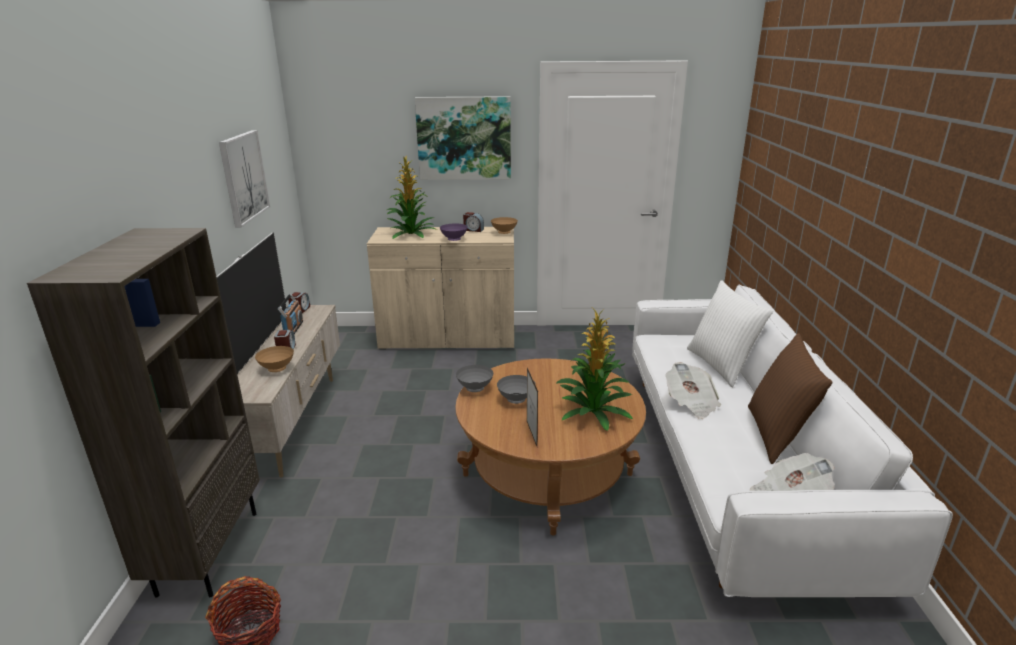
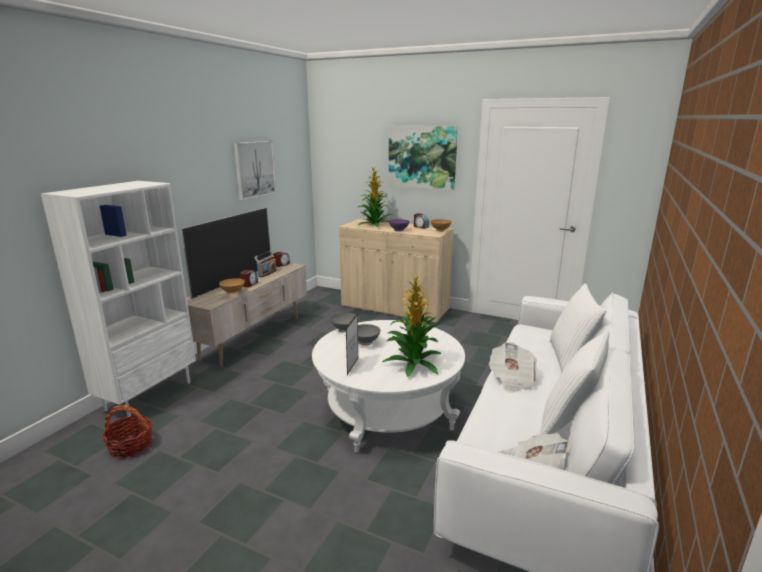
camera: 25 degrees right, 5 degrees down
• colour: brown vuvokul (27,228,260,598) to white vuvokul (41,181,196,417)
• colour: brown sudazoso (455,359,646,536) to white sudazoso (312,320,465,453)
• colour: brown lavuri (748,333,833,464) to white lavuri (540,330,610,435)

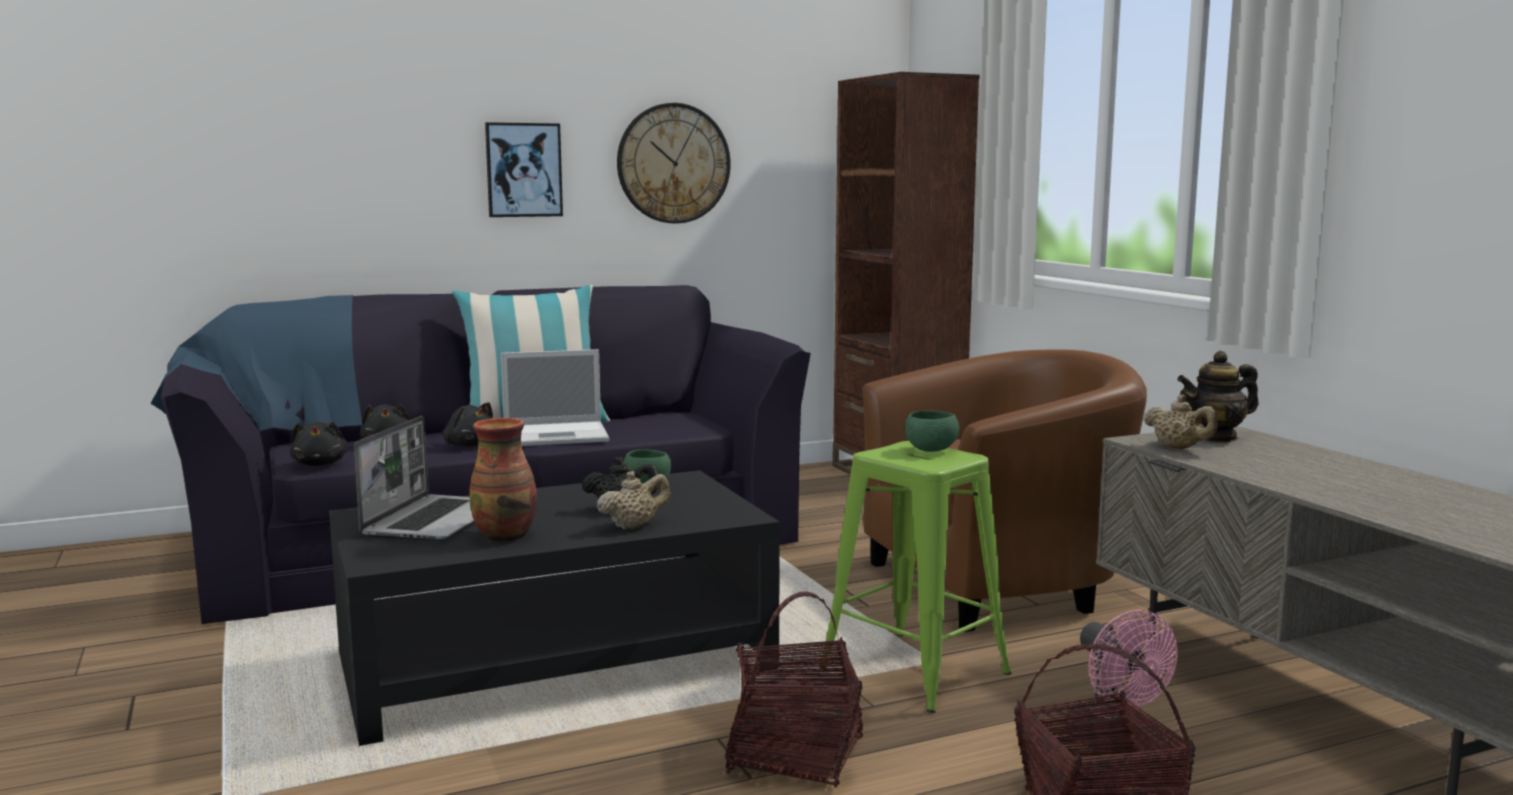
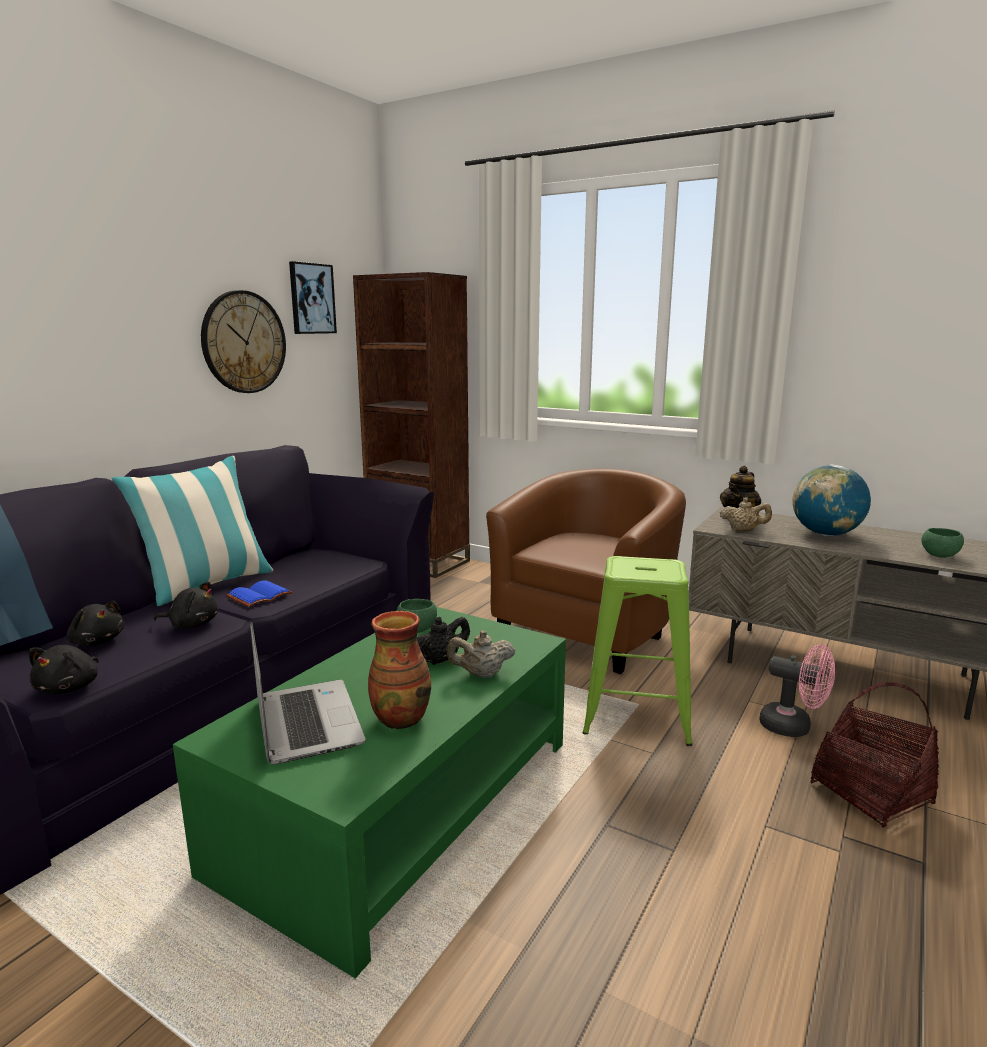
camera: 35 degrees left, 5 degrees up
• missing: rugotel (725,592,863,788)
• appeared: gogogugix (792,465,871,536)
• relocated: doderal (485,122,563,217) to (289,261,337,334)
• relocated: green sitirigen (905,410,959,452) to (921,528,964,558)
• exchanged: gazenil (501,349,609,446) to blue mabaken (226,580,292,607)
• colour: black sudazoso (329,470,780,746) to green sudazoso (173,607,566,979)
• spun: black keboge (290,421,348,466) = (29,645,99,694) 60 degrees clockwise
• spun: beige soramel (597,471,671,529) = (447,630,516,678) 120 degrees counterclockwise

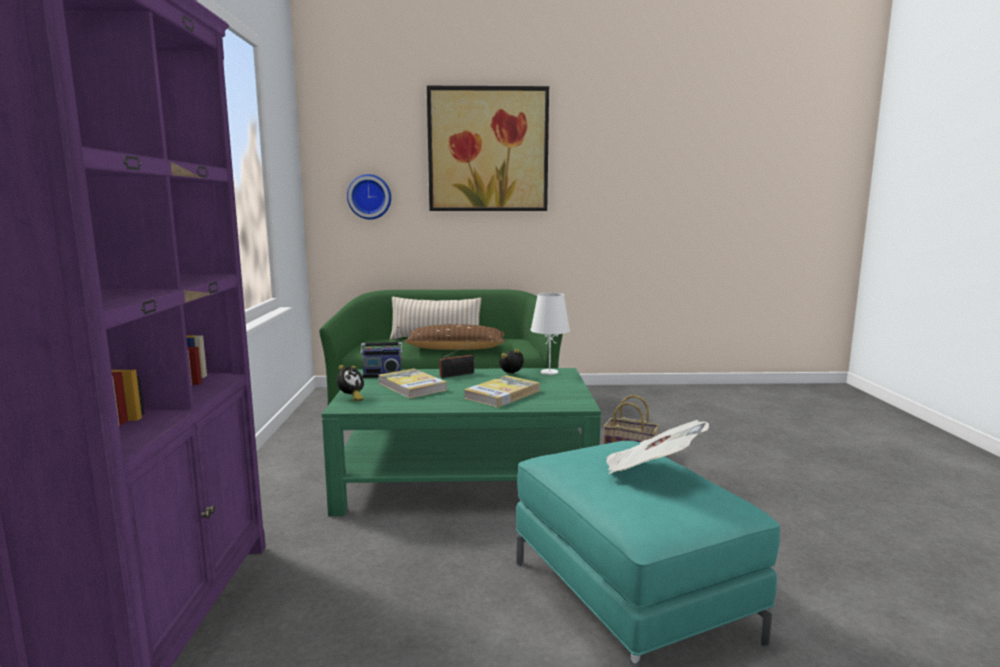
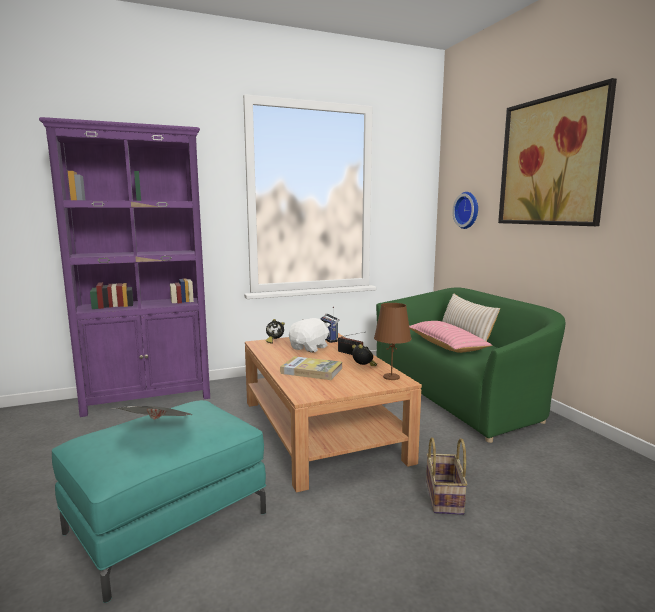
camera: 70 degrees right, 0 degrees up
• exchanged: mabaken (378,369,447,399) to white keboge (289,318,330,353)
• colour: green sudazoso (322,368,601,516) to brown sudazoso (245,333,422,493)
• colour: brown lavuri (404,324,505,350) to pink lavuri (409,321,492,353)
• colour: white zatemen (530,293,570,375) to brown zatemen (374,303,412,380)

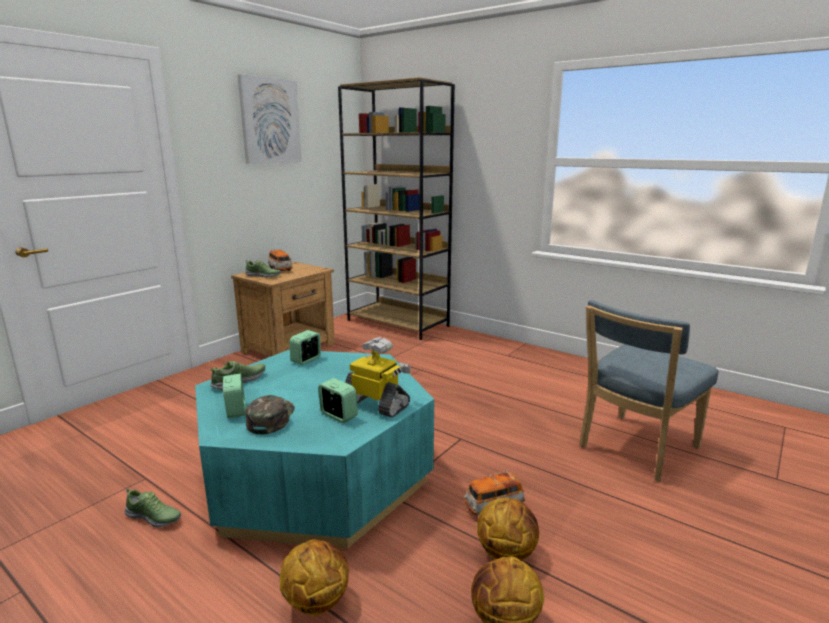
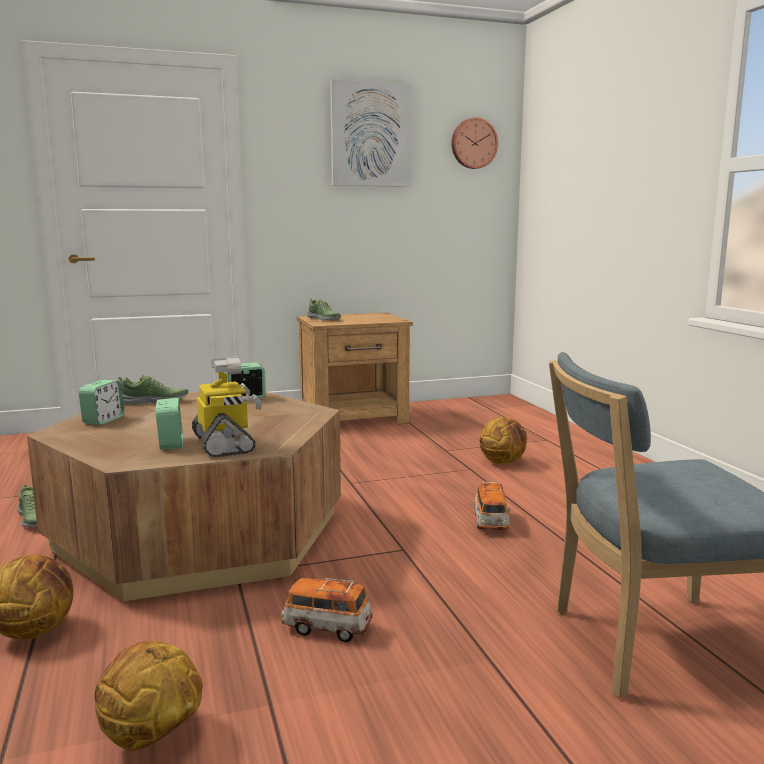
camera: 35 degrees right, 5 degrees down
• missing: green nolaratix (245,395,295,435)
• missing: brown vuvokul (338,77,455,340)
• appeared: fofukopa (452,117,498,169)
• relocated: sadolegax (268,249,293,271) to (474,481,511,530)
• relocated: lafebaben (477,498,539,560) to (479,417,527,464)
• colour: turquoise sudazoso (195,350,434,548) to brown sudazoso (27,392,341,601)

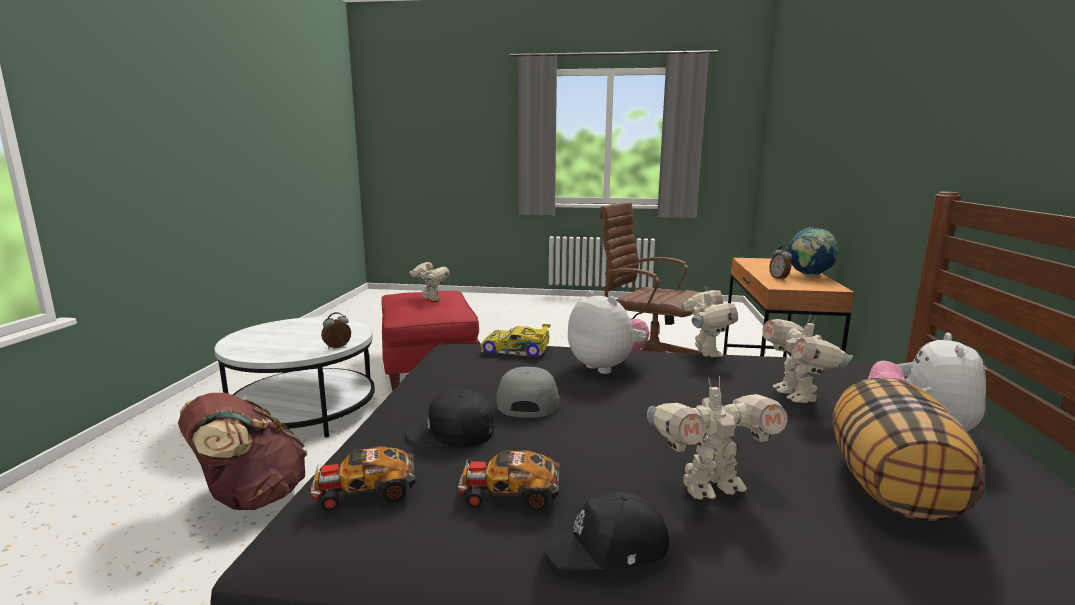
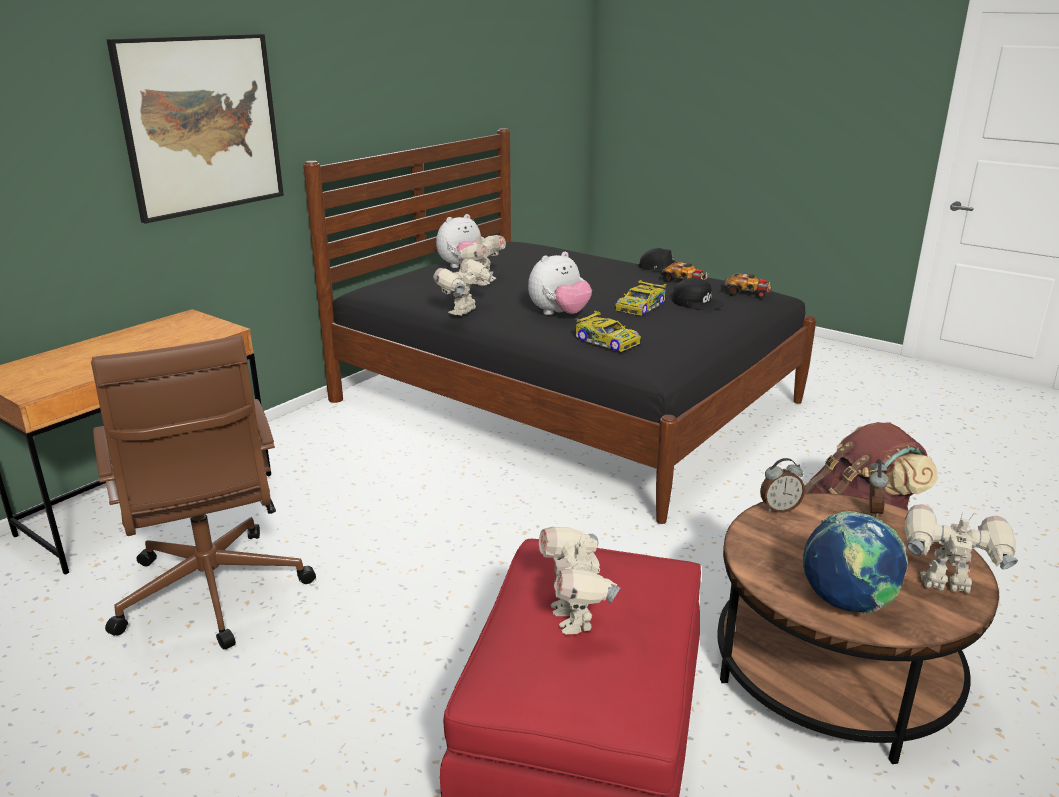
camera: 150 degrees left, 10 degrees up
• missing: lavuri (833,378,983,521)
• appeared: doderal (106,34,284,224)
• relocated: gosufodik (647,376,788,500) to (905,504,1018,594)
• relocated: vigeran (769,246,792,280) to (868,459,889,518)
• relocated: gogogugix (788,227,839,276) to (803,511,908,614)
• exchanged: grey nolaratix (497,367,559,418) to sadolegax (615,279,666,316)
• colour: white sudazoso (214,317,375,438) to brown sudazoso (717,493,999,764)
• spun: keboge (568,290,650,374) = (528,252,592,315) 120 degrees counterclockwise

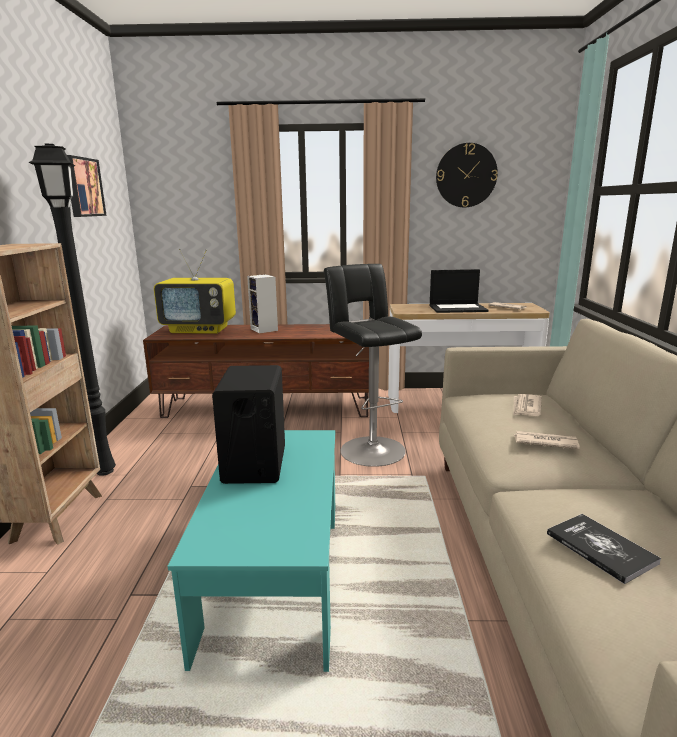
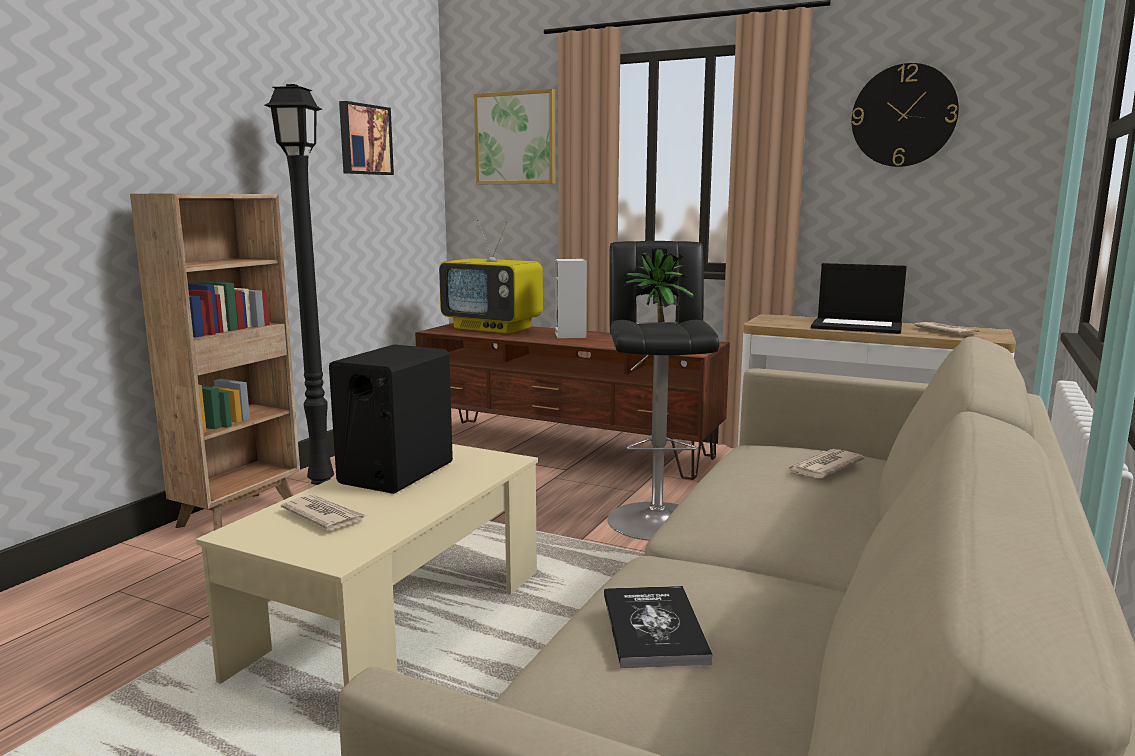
camera: 25 degrees right, 5 degrees down
• appeared: doderal (474,89,555,184)
• appeared: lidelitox (624,248,694,323)
• relocated: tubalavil (514,431,580,449) to (281,495,367,530)
• colour: turquoise sudazoso (168,430,335,672) to beige sudazoso (196,444,538,686)

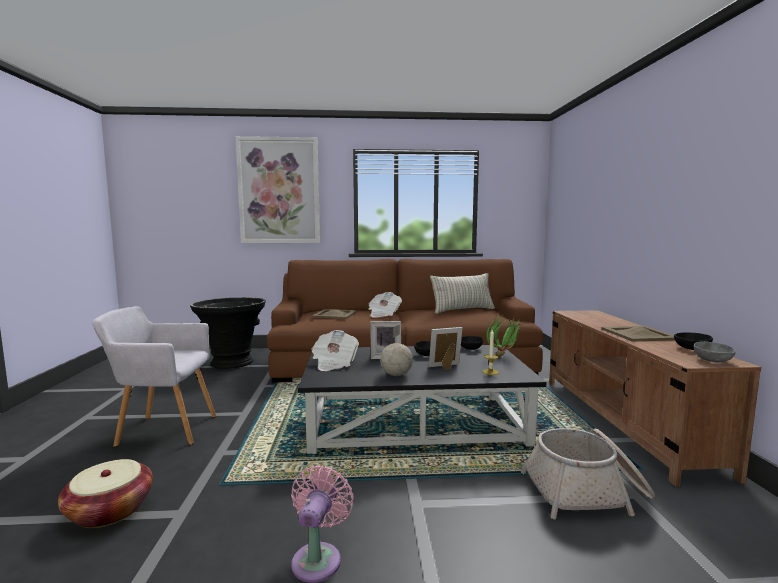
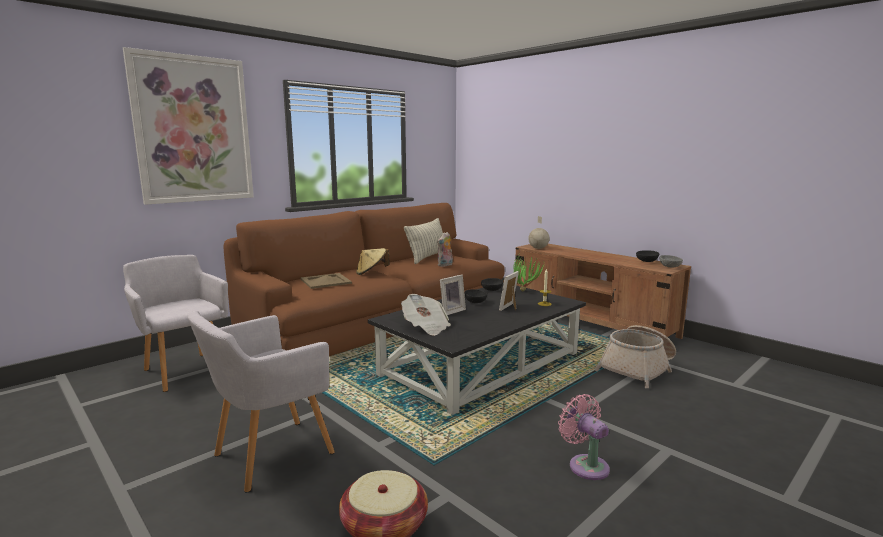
camera: 40 degrees left, 5 degrees up
• missing: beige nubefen (601,326,675,342)
• appeared: keboge (437,232,453,267)
• relocated: gogogugix (380,325,413,376) to (528,216,550,249)
• exchanged: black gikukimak (190,297,266,369) to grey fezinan (123,255,228,392)
• exchanged: tubalavil (368,292,402,318) to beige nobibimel (356,248,390,275)

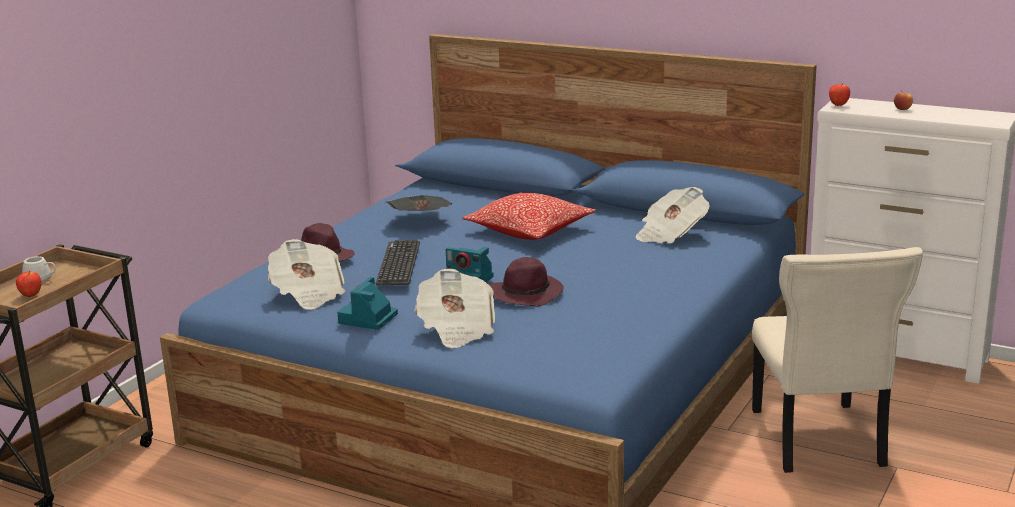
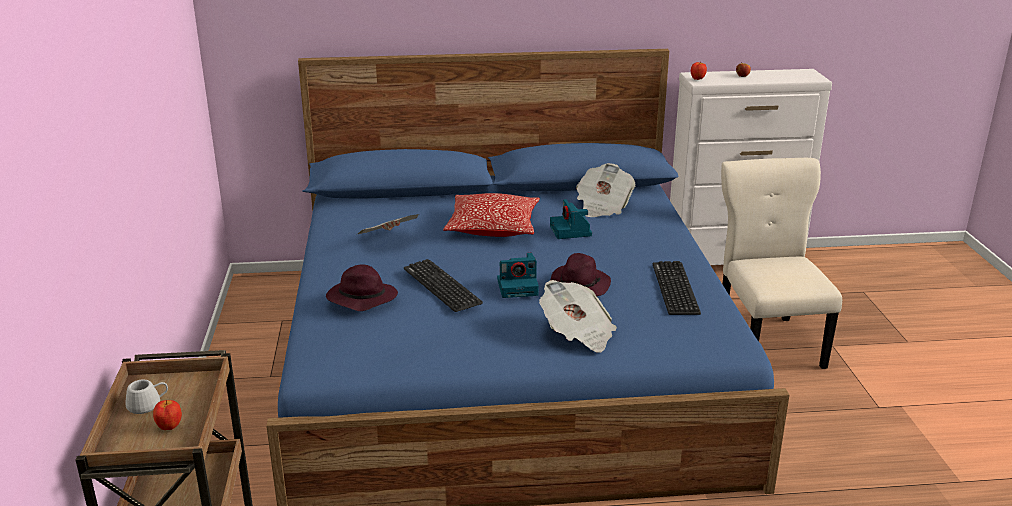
camera: 35 degrees left, 5 degrees up
• missing: tubalavil (268,239,345,310)
• appeared: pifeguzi (653,261,701,315)
• relocated: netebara (337,277,398,330) to (550,199,592,239)
• spun: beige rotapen (752,247,923,473) = (721,158,842,369) 150 degrees counterclockwise

